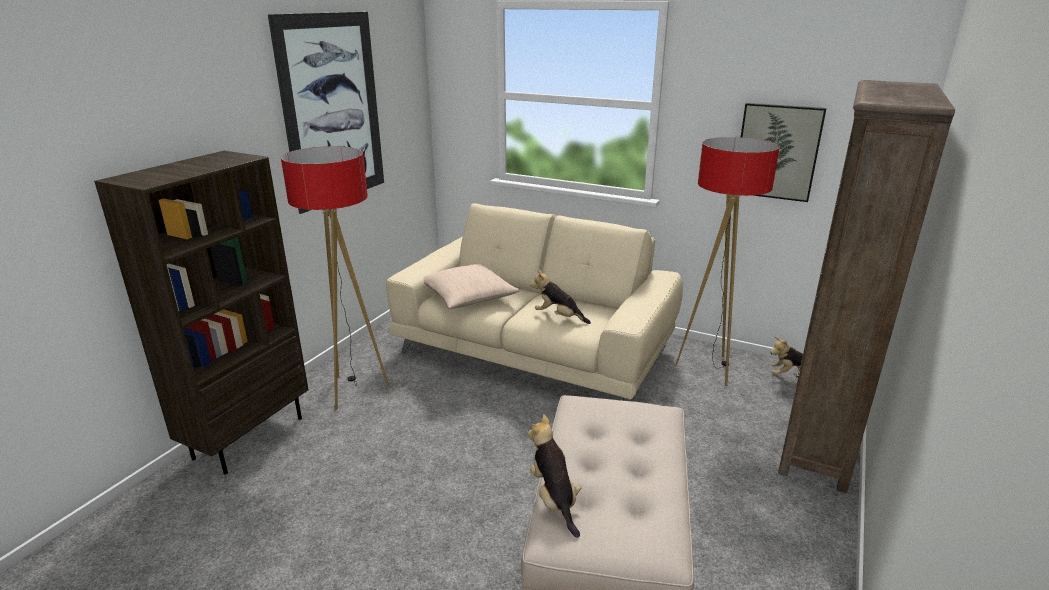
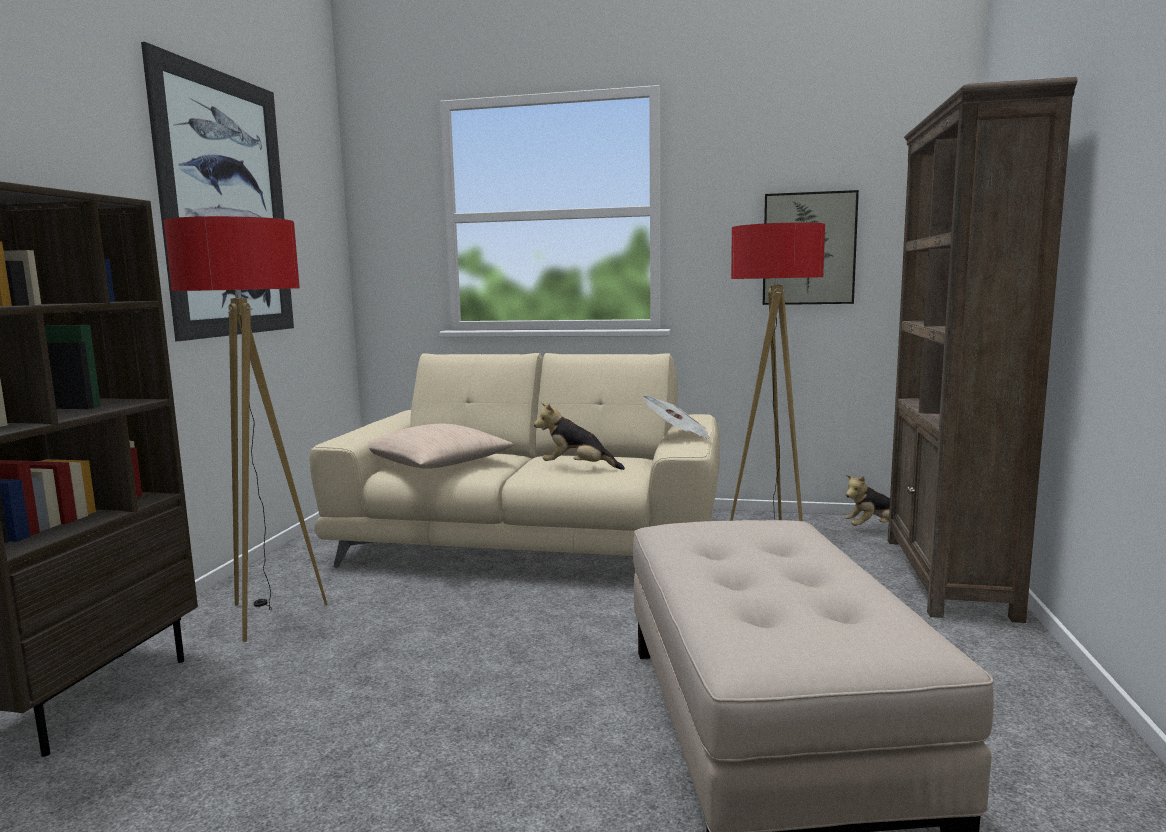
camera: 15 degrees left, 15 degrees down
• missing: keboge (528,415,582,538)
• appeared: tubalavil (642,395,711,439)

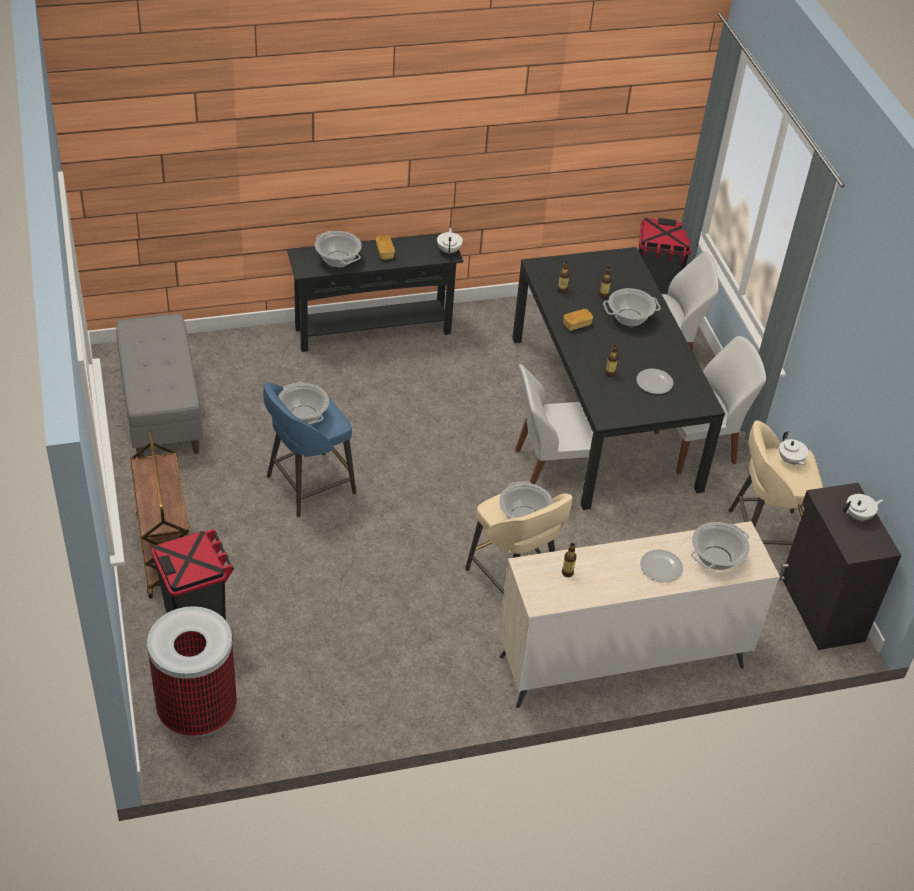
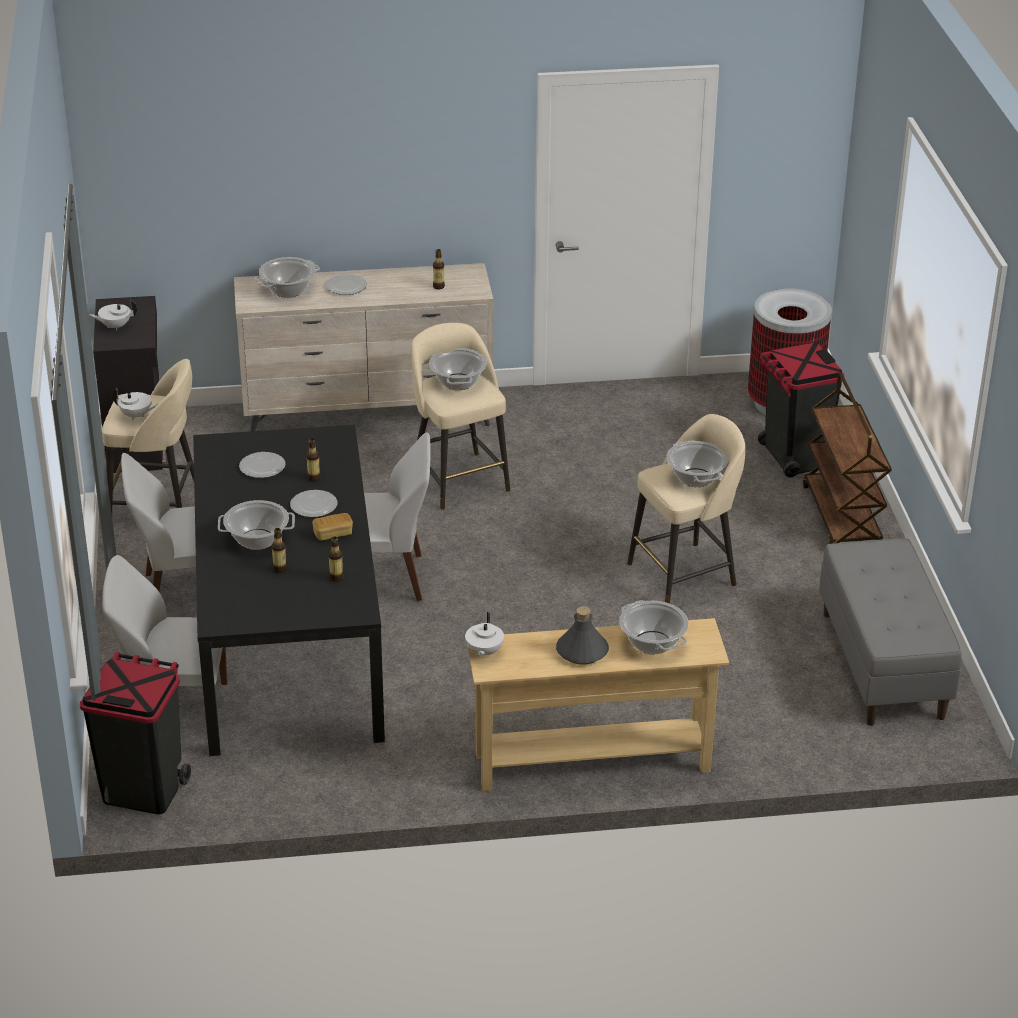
camera: 170 degrees left, 10 degrees down
• appeared: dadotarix (290,490,338,517)
• exchanged: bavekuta (376,235,395,260) to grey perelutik (556,606,609,664)
• colour: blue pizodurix (263,382,356,518) to beige pizodurix (627,414,745,604)
• colour: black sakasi (287,233,463,352) to beige sakasi (467,618,730,791)
• spun: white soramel (779,432,808,466) = (112,388,158,420) 120 degrees clockwise

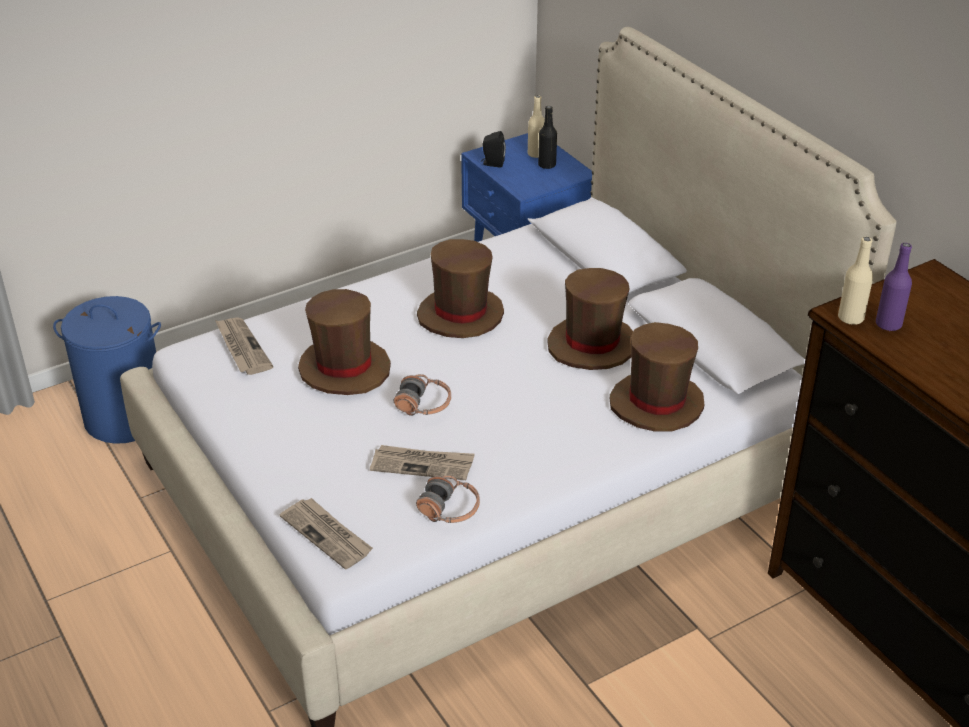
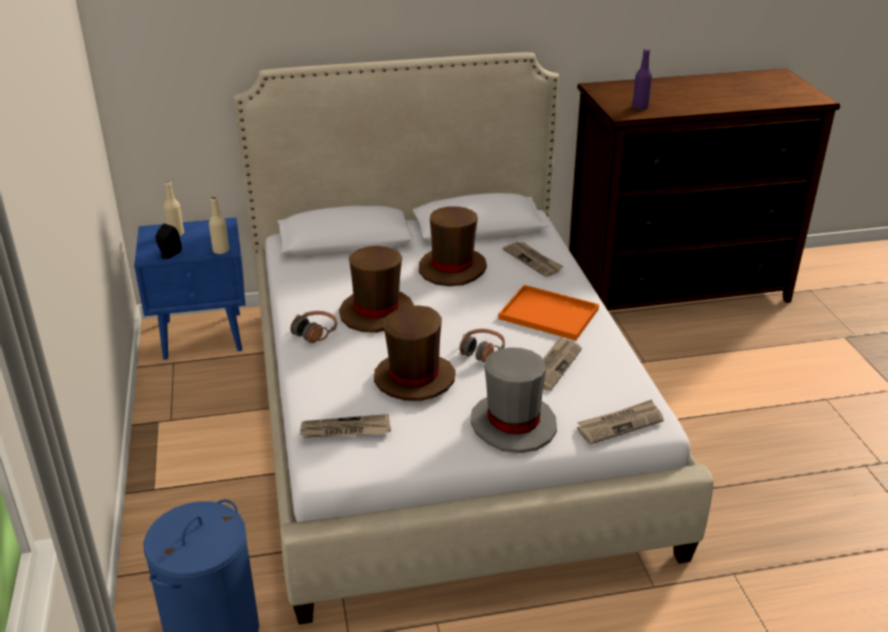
camera: 70 degrees left, 5 degrees down
• missing: black perelutik (538,106,557,169)
• appeared: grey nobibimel (470,348,557,453)
• appeared: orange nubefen (498,285,599,340)
• relocated: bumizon (416,476,480,523) to (290,311,337,343)
• relocated: beige perelutik (838,237,873,325) to (209,197,229,254)
• exchanged: brown nobibimel (609,322,704,432) to tubalavil (502,242,564,277)

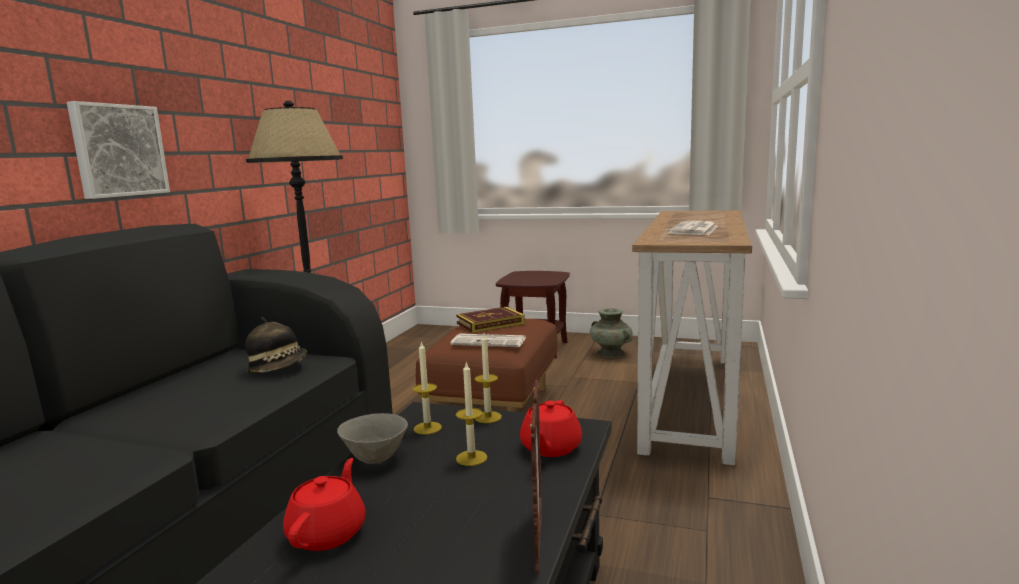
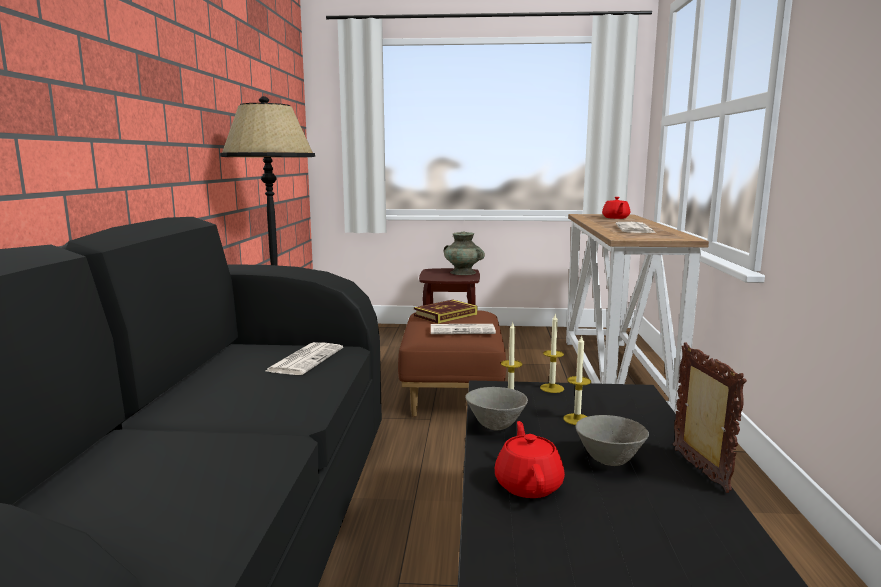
camera: 15 degrees left, 0 degrees up
• missing: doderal (67,101,170,199)
• appeared: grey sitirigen (576,415,649,466)
• relocated: red soramel (520,400,582,457) to (602,197,630,219)
• relocated: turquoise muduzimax (590,308,633,358) to (444,232,485,275)
• exchanged: nobibimel (245,317,307,373) to tubalavil (266,342,343,375)

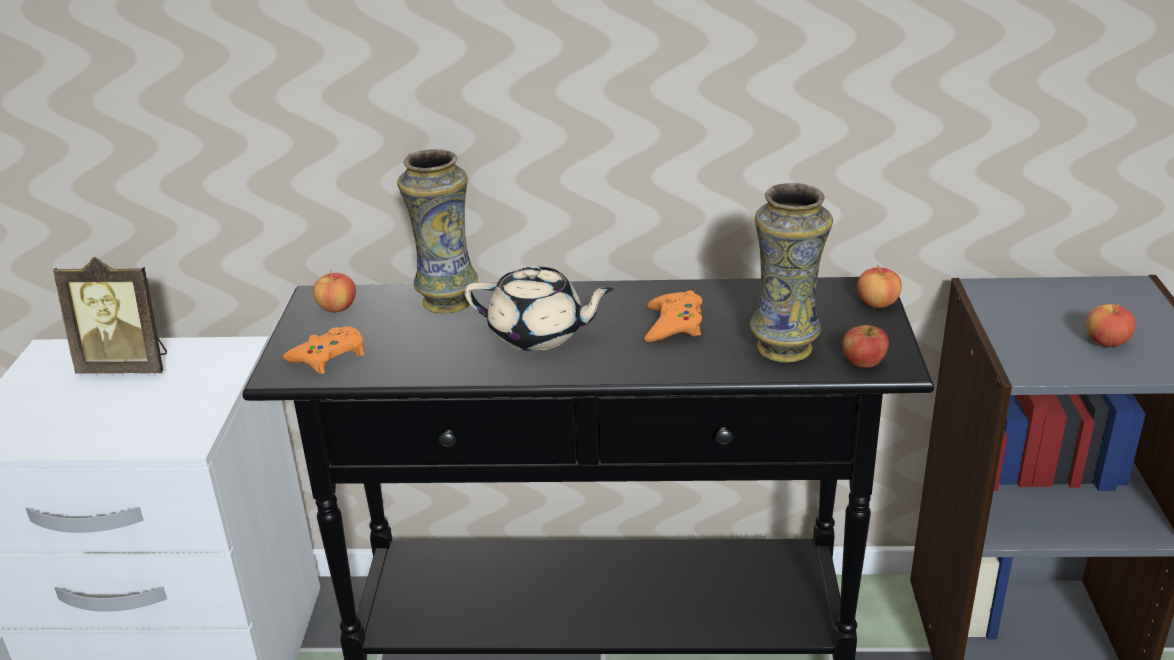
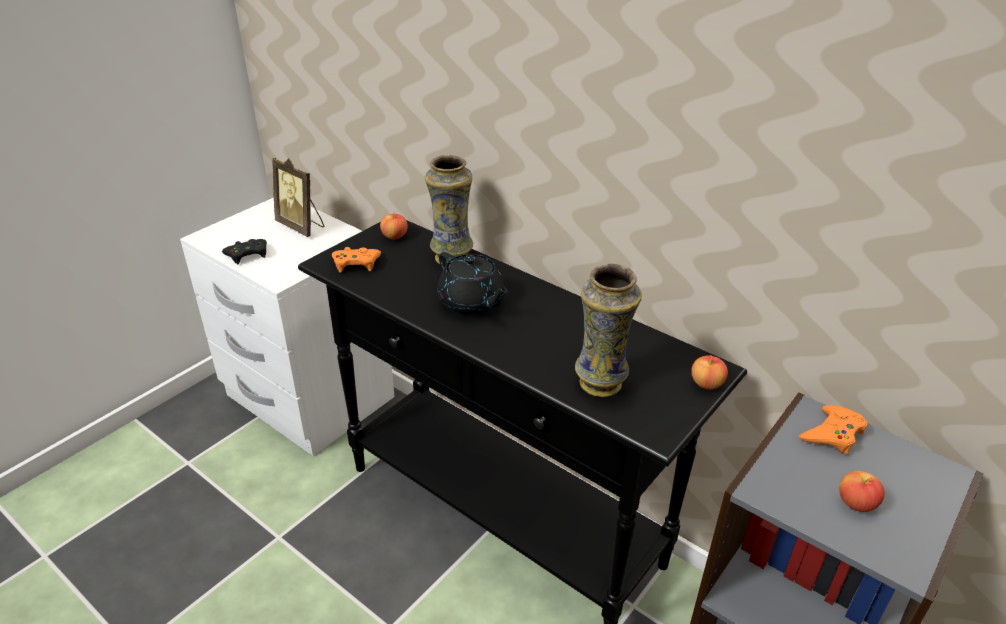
camera: 35 degrees right, 5 degrees up
• missing: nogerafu (842,325,889,368)
• appeared: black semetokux (222,239,267,264)
• relocated: orange semetokux (644,290,702,342) to (799,405,867,455)
• colour: beige soramel (465,266,614,351) to black soramel (438,252,509,314)

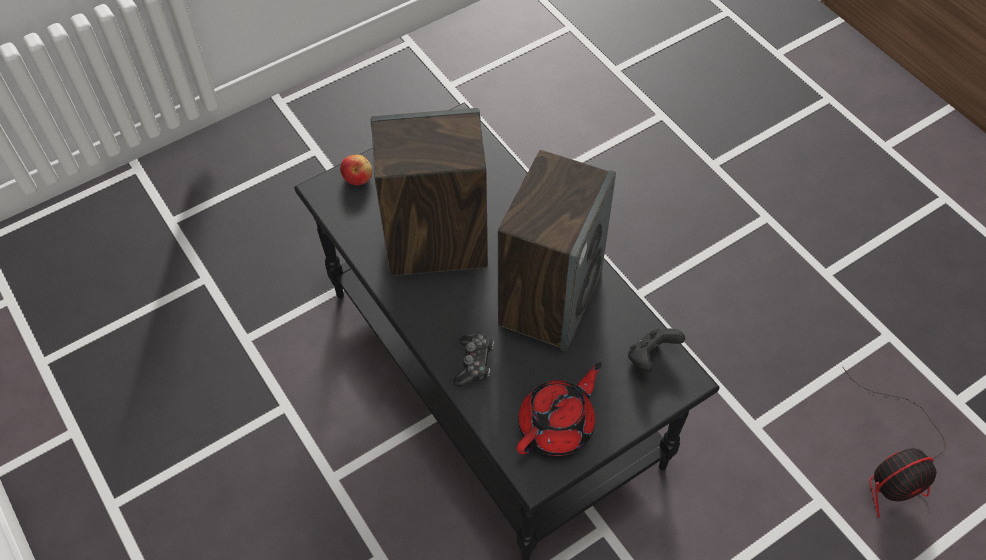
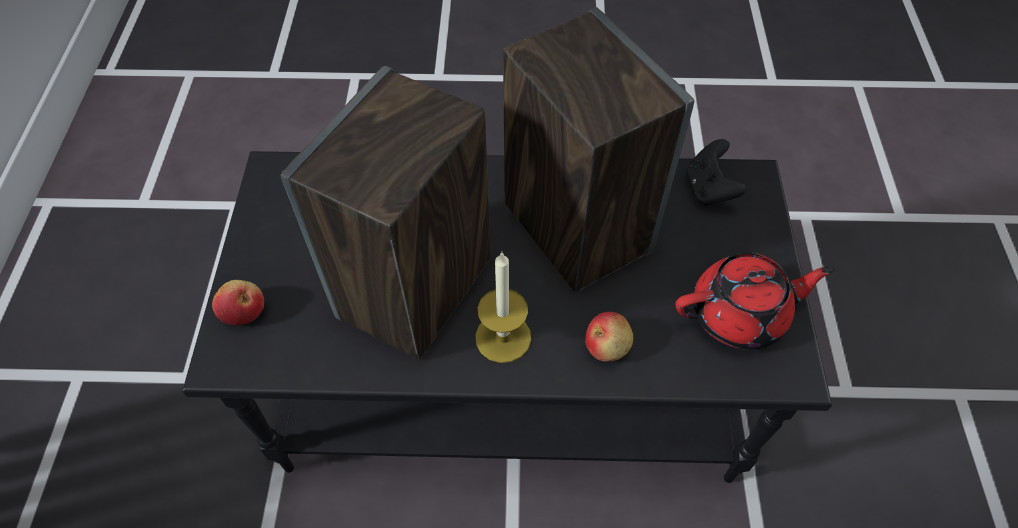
camera: 55 degrees left, 0 degrees up
• missing: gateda (843,367,946,518)
• appeared: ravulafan (475,252,531,363)
• exchanged: semetokux (453,333,494,387) to nogerafu (585,312,633,362)
• spun: red soramel (516,362,602,456) = (675,252,836,349) 90 degrees clockwise

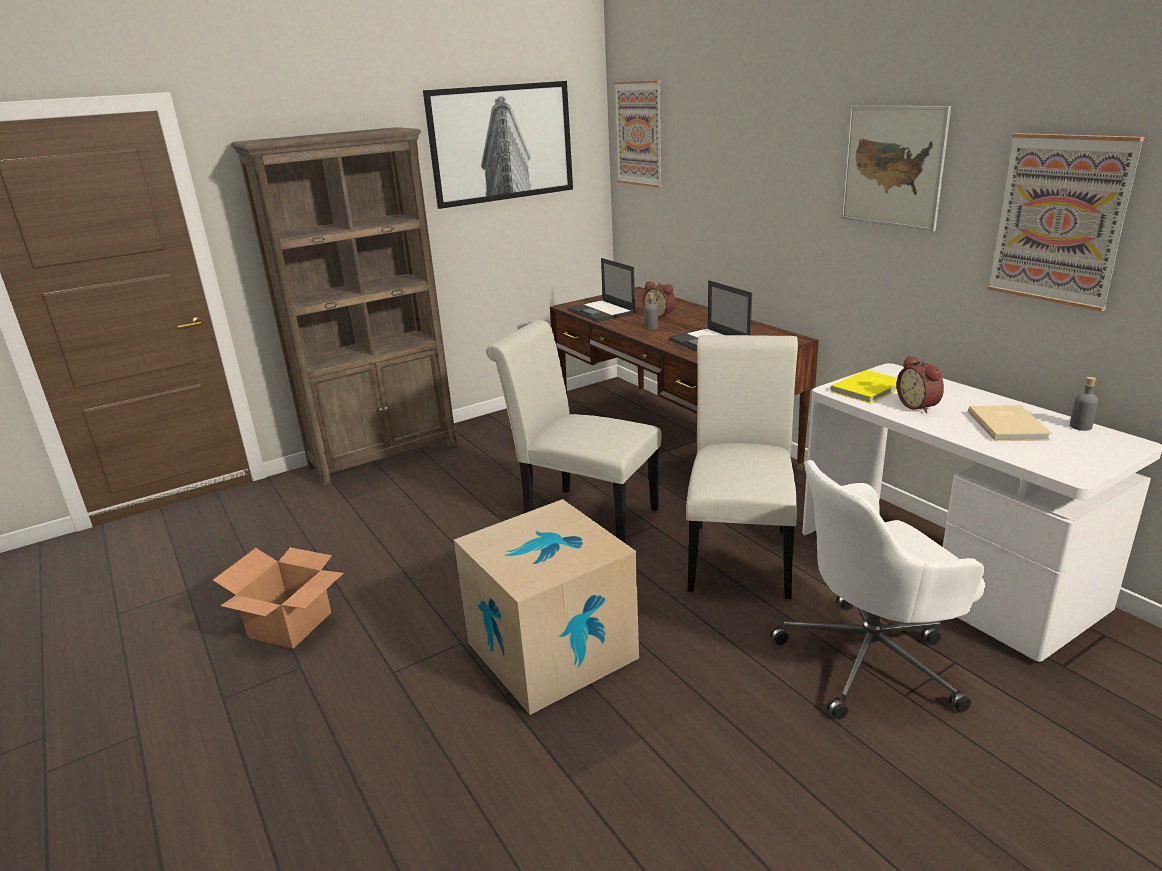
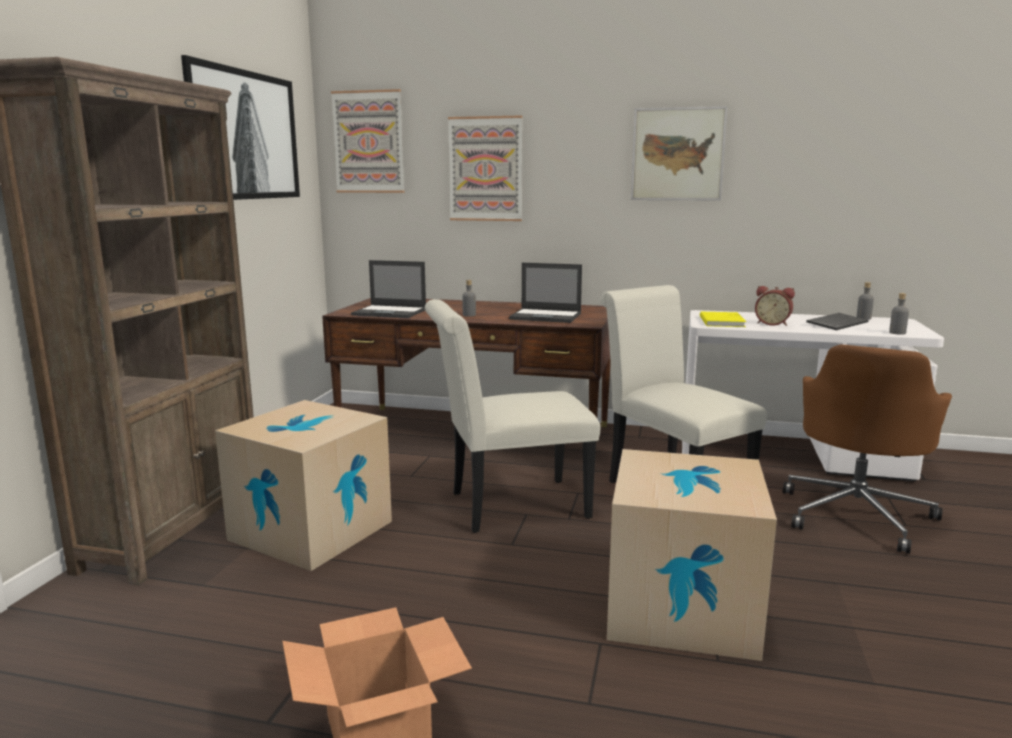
camera: 45 degrees left, 10 degrees down
• missing: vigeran (643,281,676,318)
• appeared: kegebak (215,400,392,571)
• appeared: grey perelutik (889,293,909,335)
• relocated: doderal (987,133,1145,312) to (448,115,522,221)
• exchanged: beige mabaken (968,405,1052,441) to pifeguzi (806,313,869,330)
• colour: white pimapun (770,460,985,720) to brown pimapun (783,345,952,554)

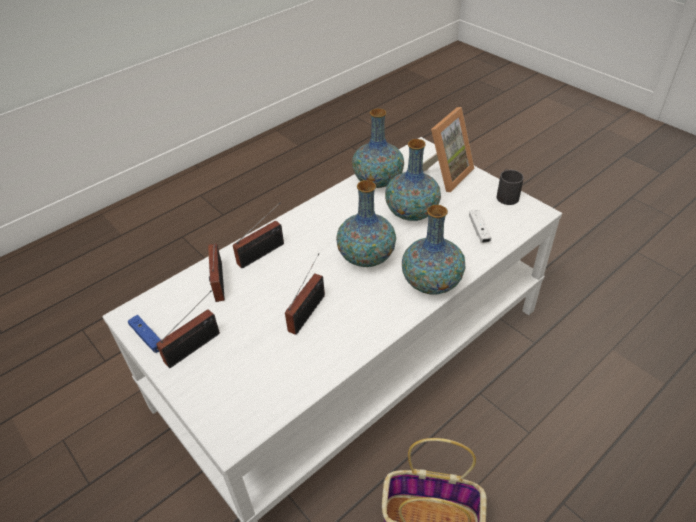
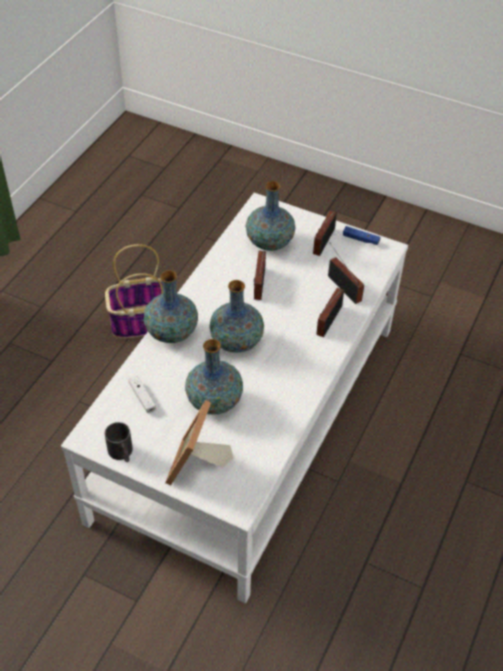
camera: 155 degrees right, 5 degrees up
• relocated: muduzimax (352,108,404,188) to (246,181,296,251)

